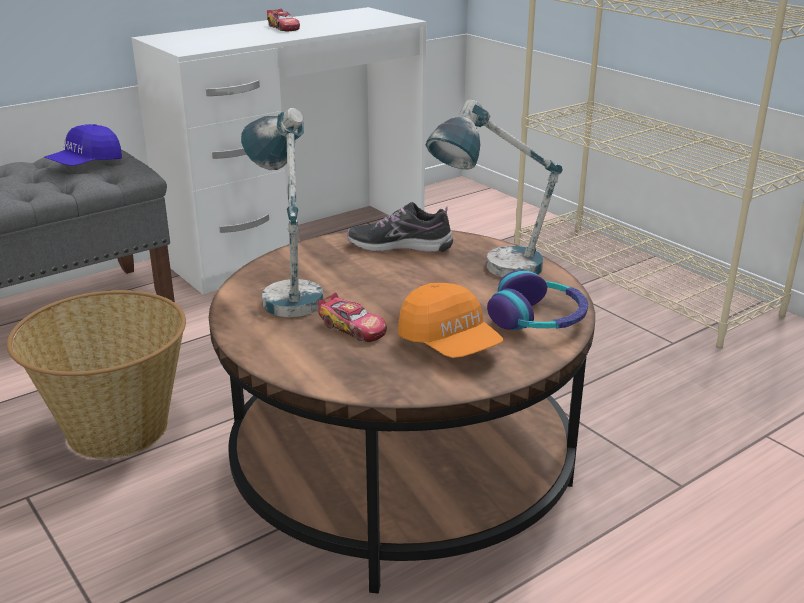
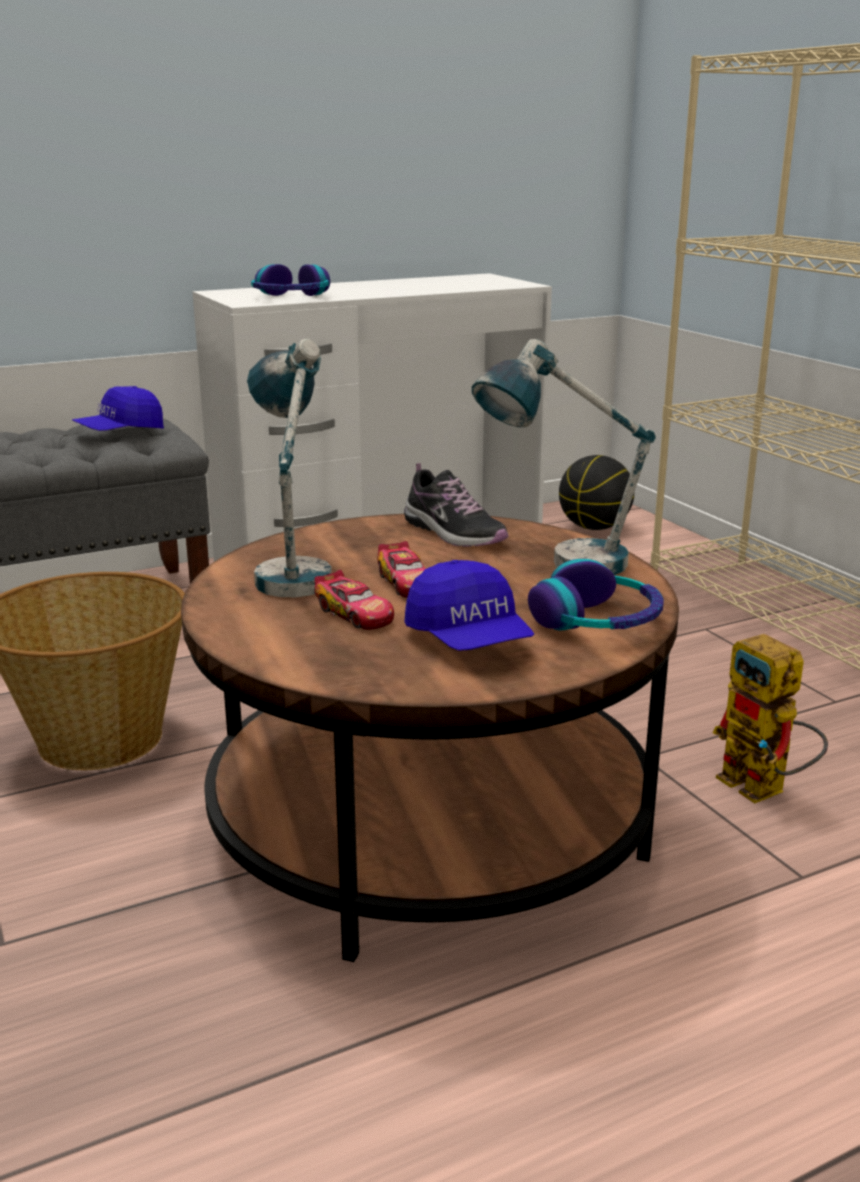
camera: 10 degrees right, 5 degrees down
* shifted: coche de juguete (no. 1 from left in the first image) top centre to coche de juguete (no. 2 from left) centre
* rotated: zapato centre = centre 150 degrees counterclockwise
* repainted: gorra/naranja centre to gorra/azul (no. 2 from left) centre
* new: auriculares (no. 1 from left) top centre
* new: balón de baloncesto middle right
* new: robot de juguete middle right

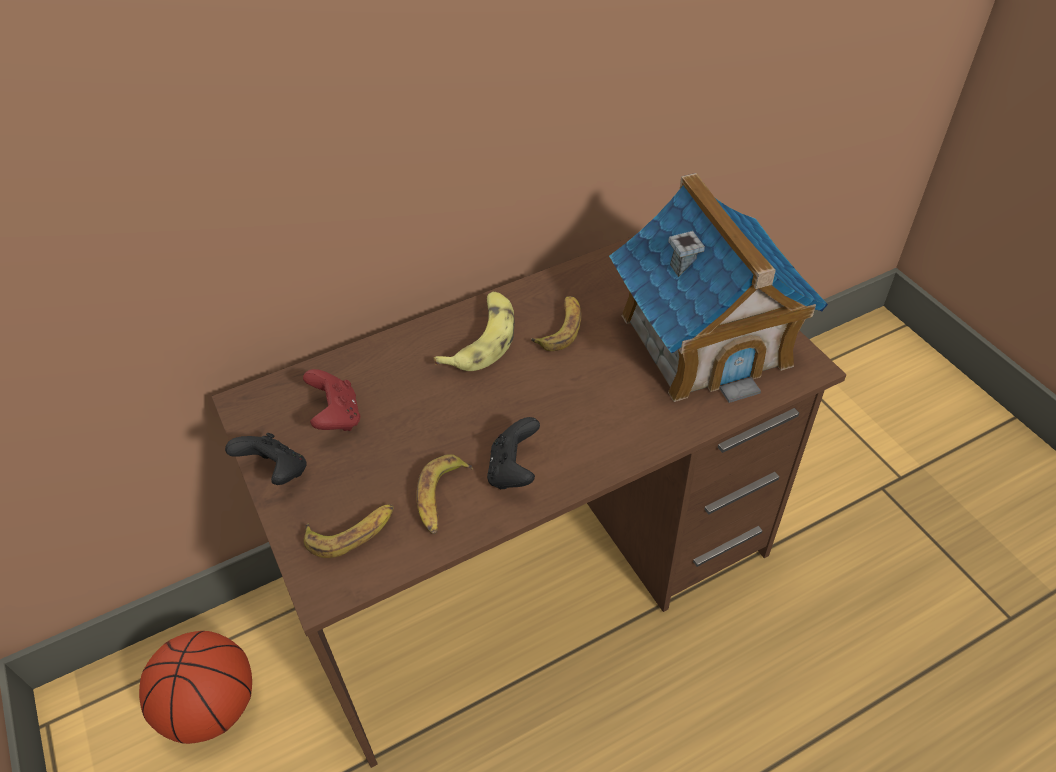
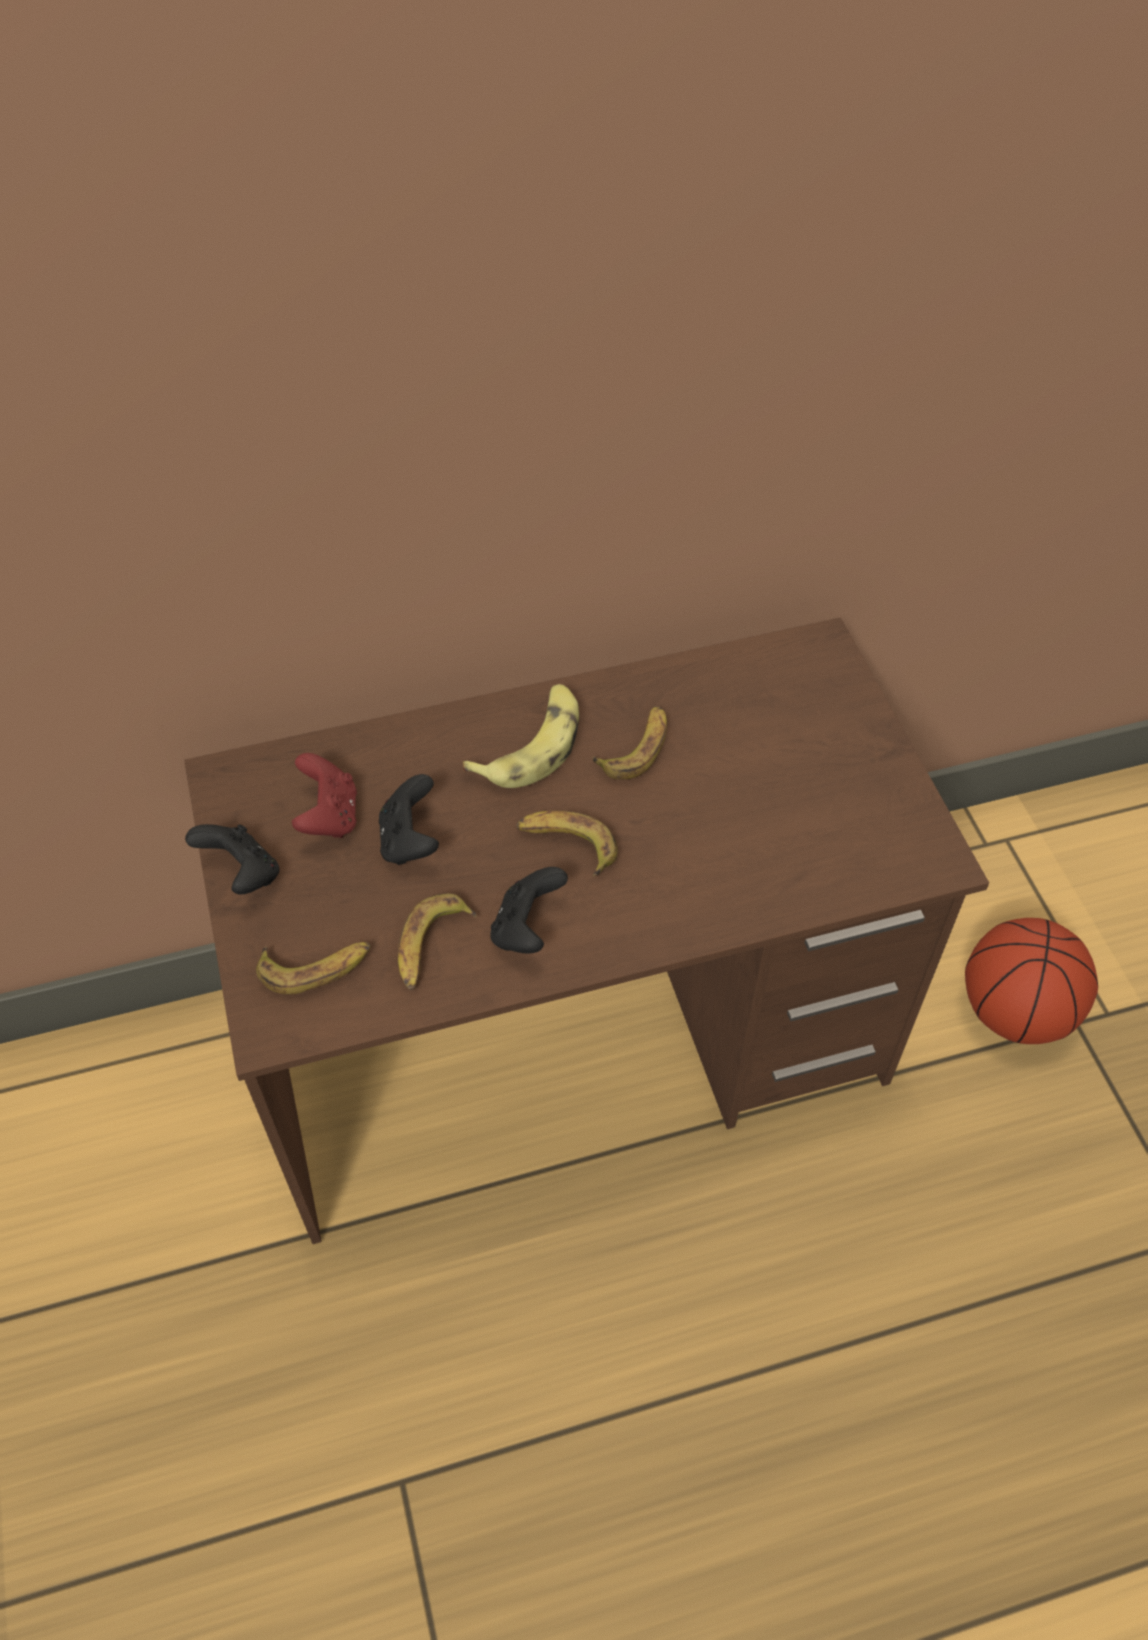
camera: 10 degrees right, 5 degrees up
* shifted: balón de baloncesto bottom left to middle right
* gone: casita middle right
* new: mando de consola/negro (no. 2 from left) centre
* new: plátano (no. 4 from left) centre

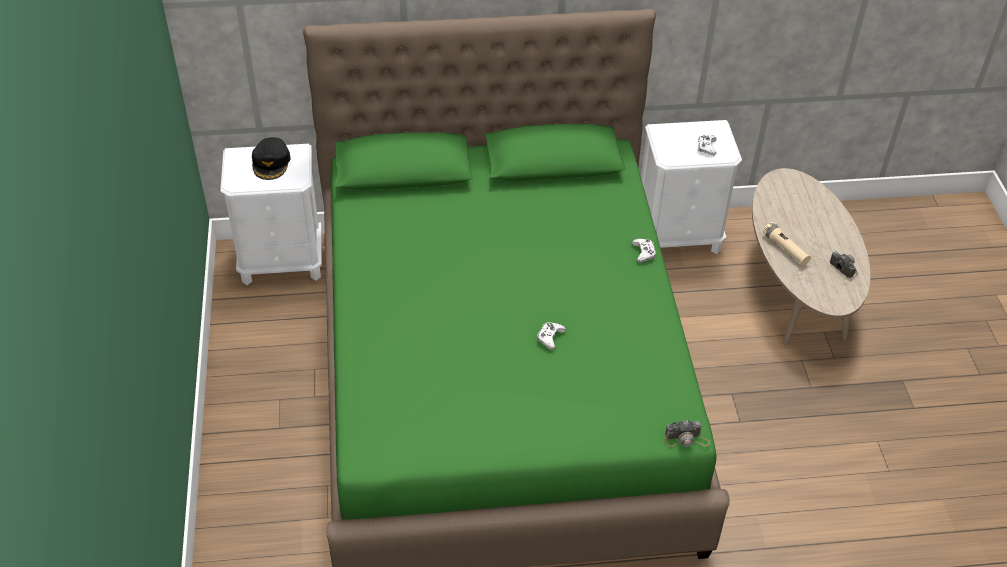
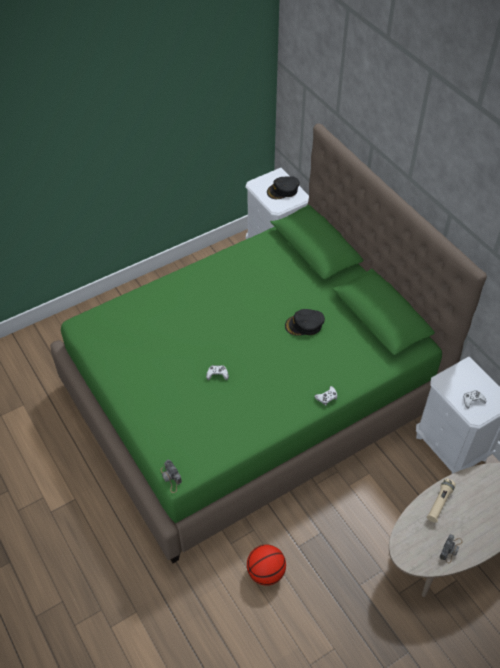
camera: 65 degrees right, 5 degrees up
* new: balón de baloncesto bottom centre
* new: gorra/negro (no. 2 from left) centre

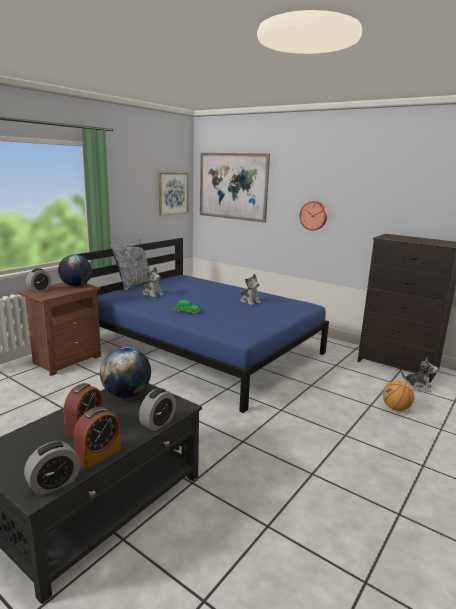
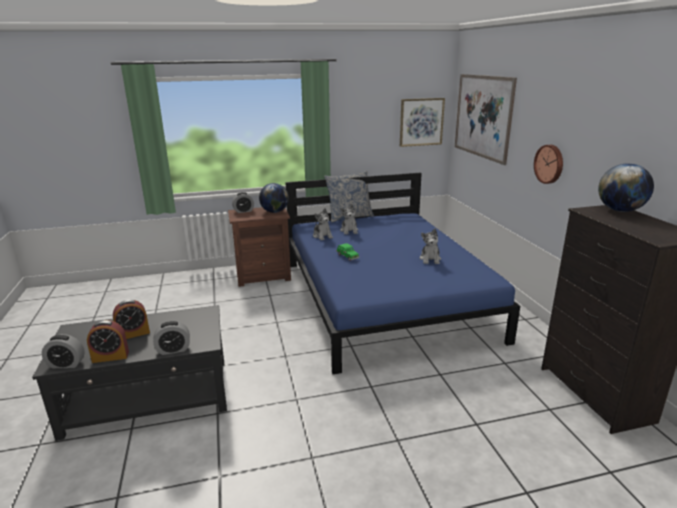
camera: 40 degrees right, 5 degrees up
* shifted: globo terráqueo (no. 2 from left) middle left to middle right
* gone: balón de baloncesto middle right
* shifted: peluche (no. 3 from left in the first image) middle right to peluche (no. 1 from left) centre

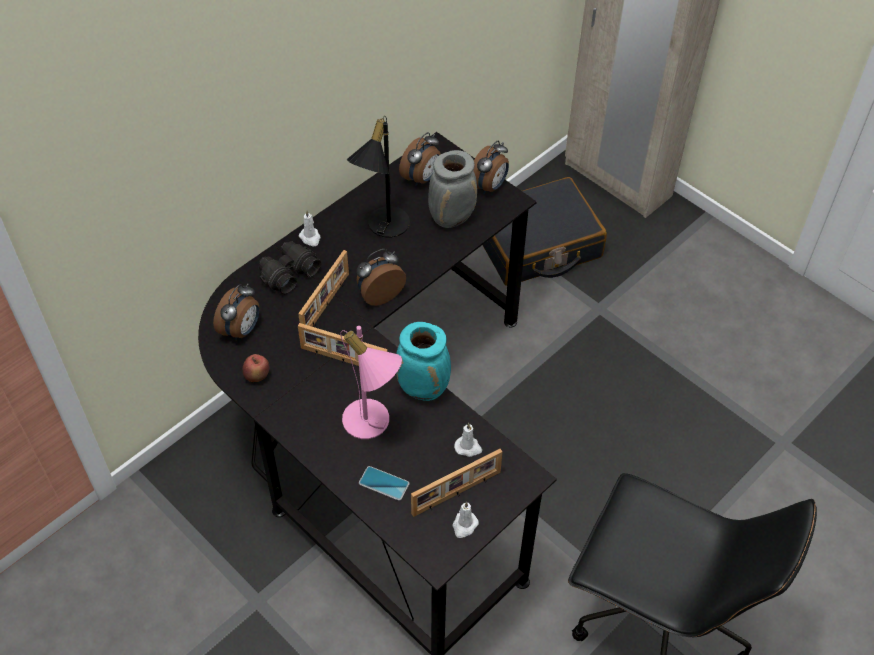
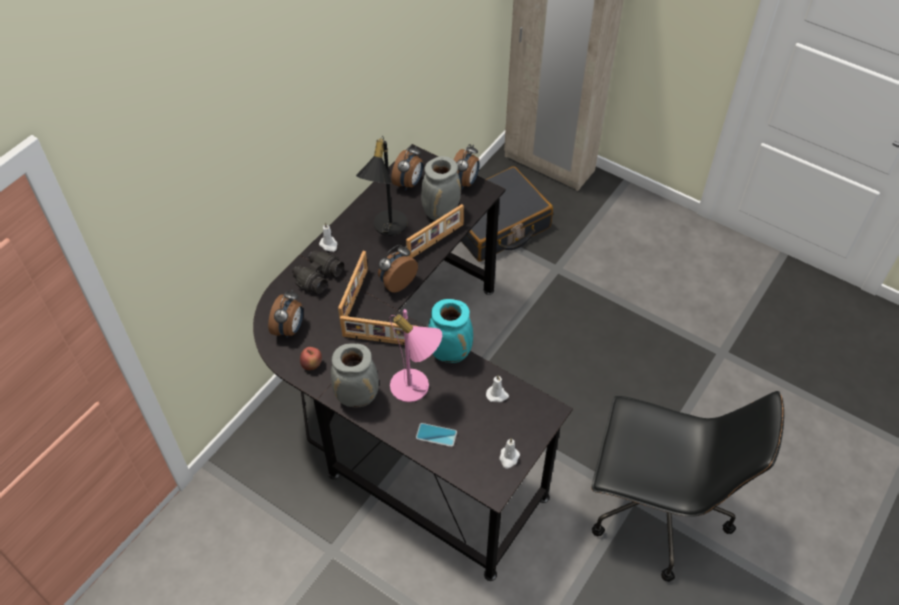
camera: 10 degrees left, 0 degrees up
* shifted: portarretratos (no. 3 from left) bottom centre to centre
* new: florero/gris (no. 1 from left) centre

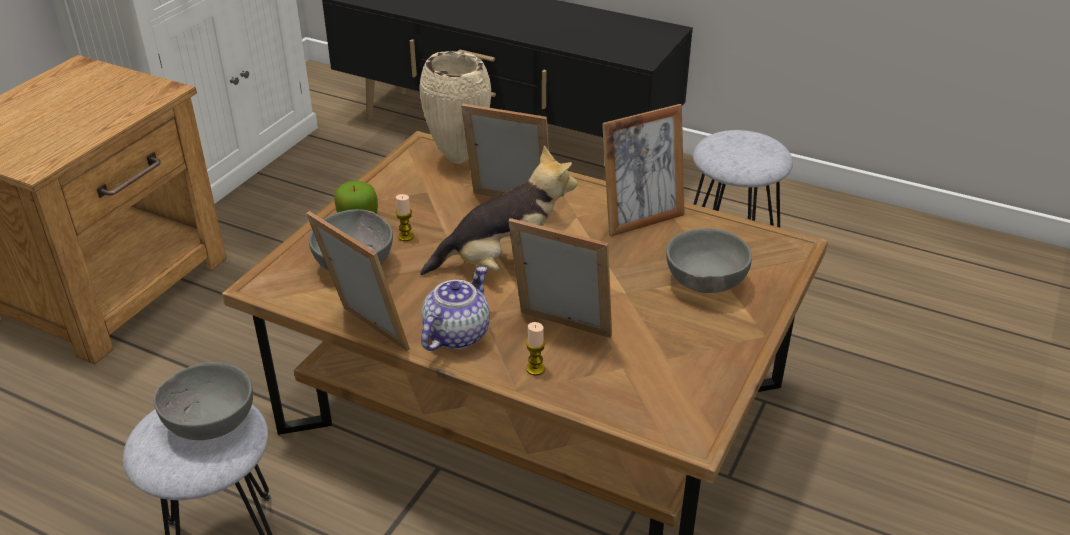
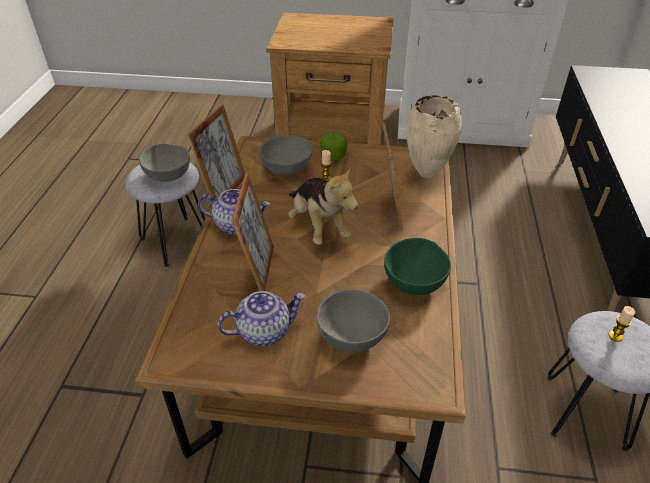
camera: 70 degrees right, 5 degrees up
* shifted: vela (no. 2 from left) centre to bottom right
* swapped: portarretratos (no. 4 from left) top centre to cuenco/verde centre
* new: tetera (no. 2 from left) centre

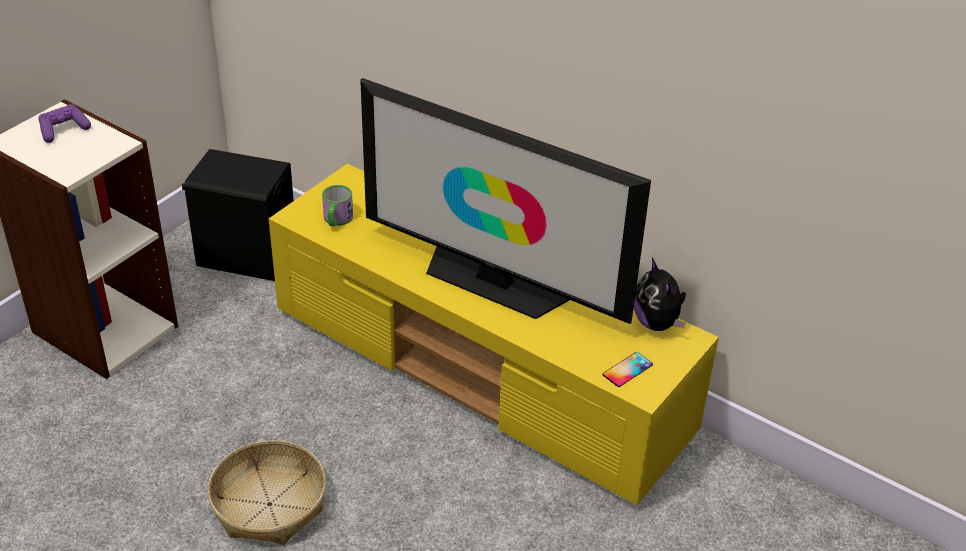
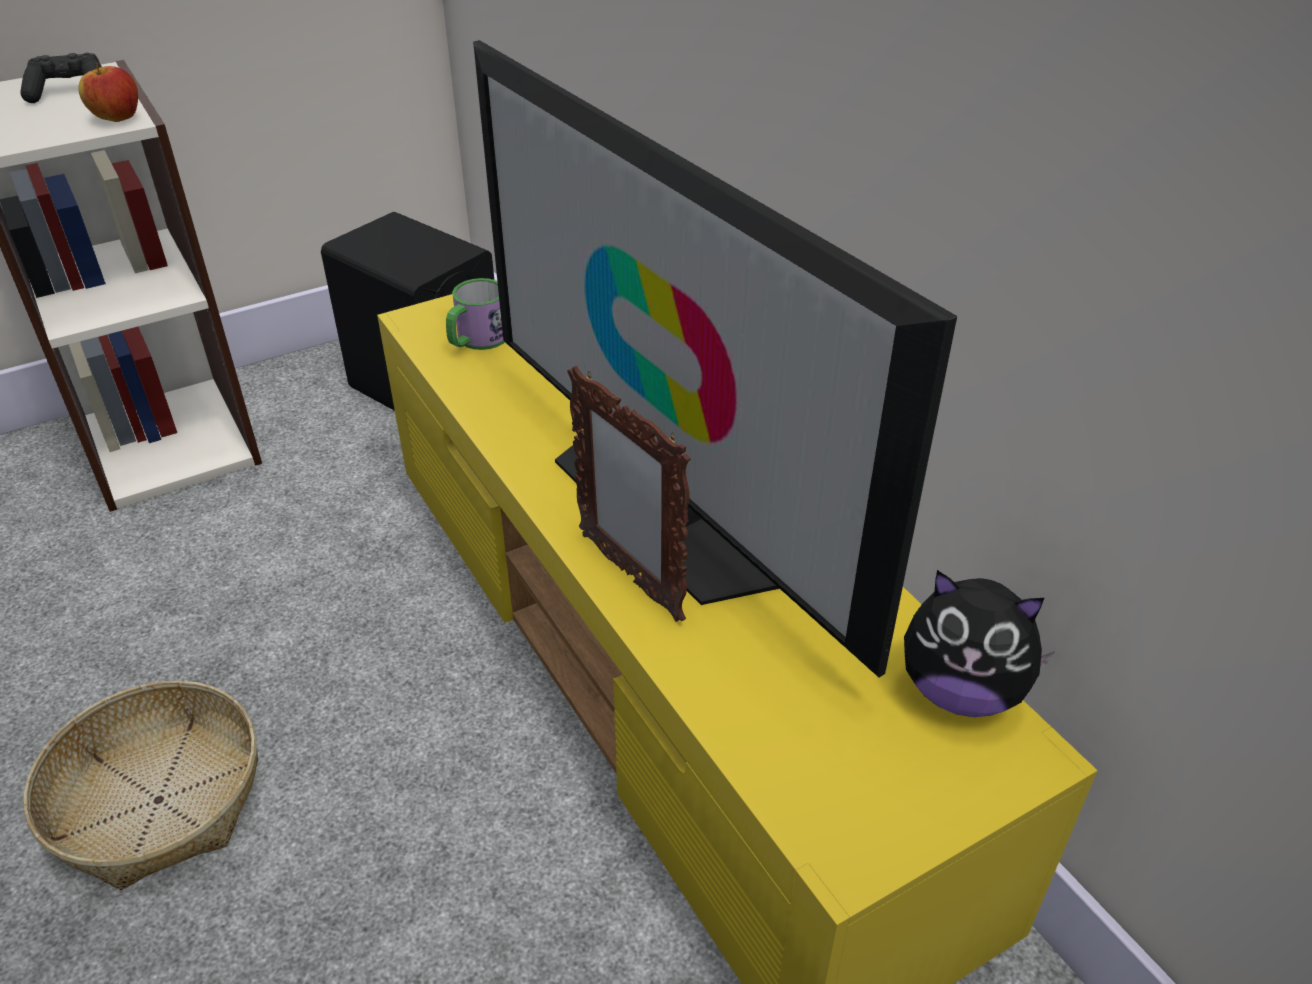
camera: 25 degrees right, 0 degrees up
* repainted: mando de consola/morado top left to mando de consola/negro top left
* gone: móvil bottom centre
* rotated: peluche middle right = middle right 75 degrees counterclockwise
* new: manzana top left
* new: portarretratos centre

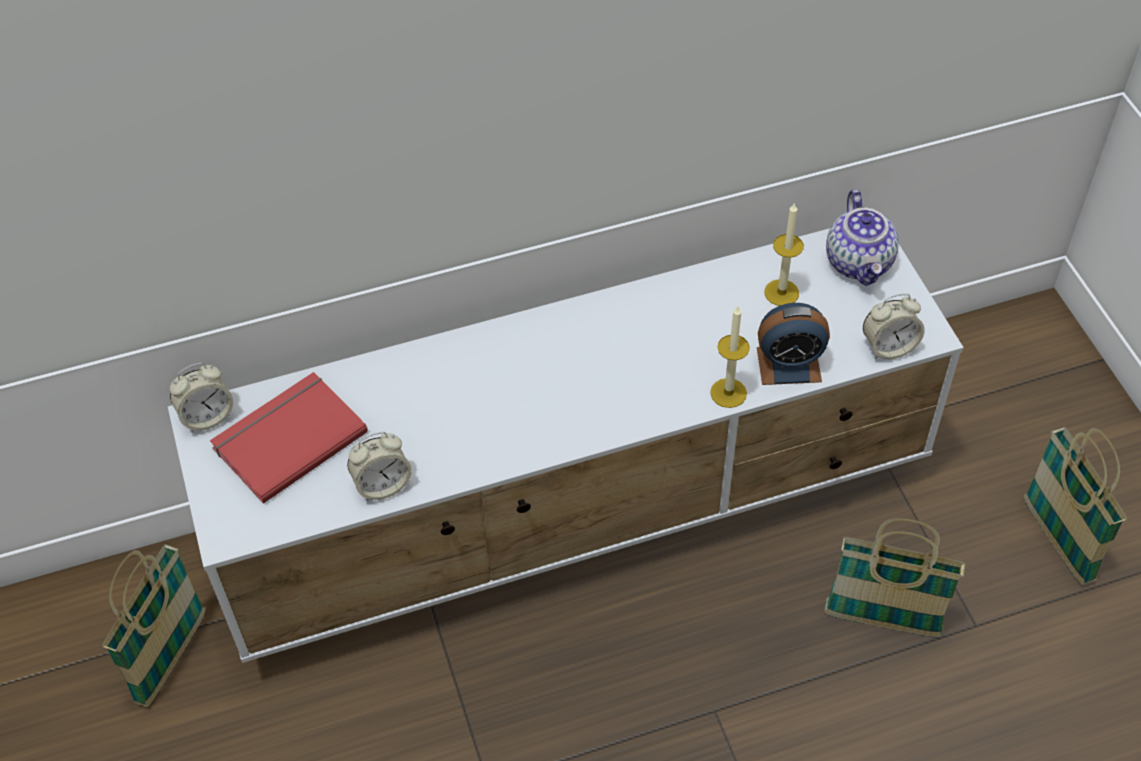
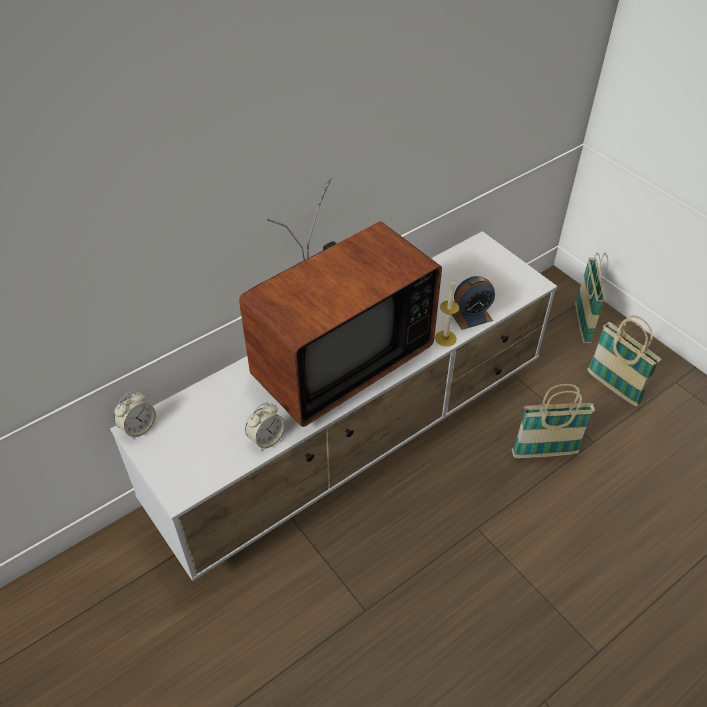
camera: 20 degrees left, 5 degrees down
* shifted: cesta (no. 1 from left in the first image) bottom left to cesta (no. 2 from left) middle right
* gone: libro/rojo middle left
* gone: vela (no. 2 from left) middle right
* gone: tetera top right
* gone: despertador (no. 4 from left) middle right
* new: televisor centre

